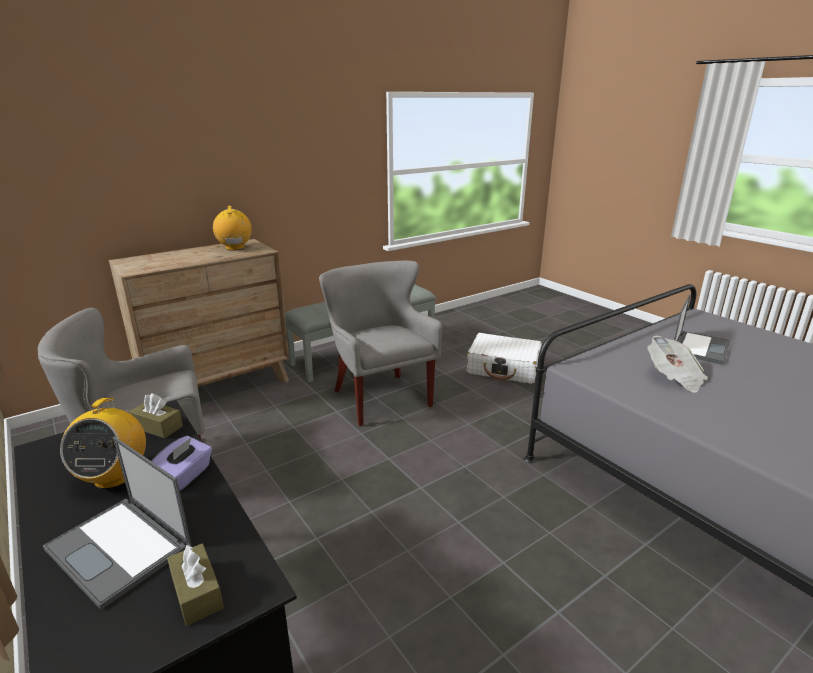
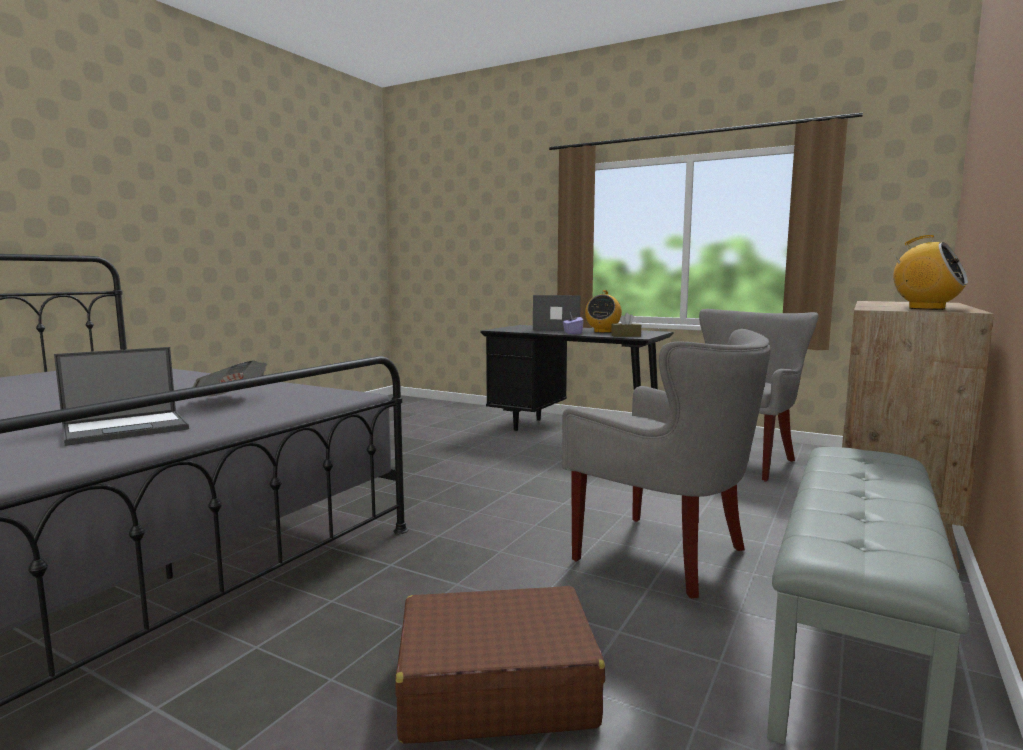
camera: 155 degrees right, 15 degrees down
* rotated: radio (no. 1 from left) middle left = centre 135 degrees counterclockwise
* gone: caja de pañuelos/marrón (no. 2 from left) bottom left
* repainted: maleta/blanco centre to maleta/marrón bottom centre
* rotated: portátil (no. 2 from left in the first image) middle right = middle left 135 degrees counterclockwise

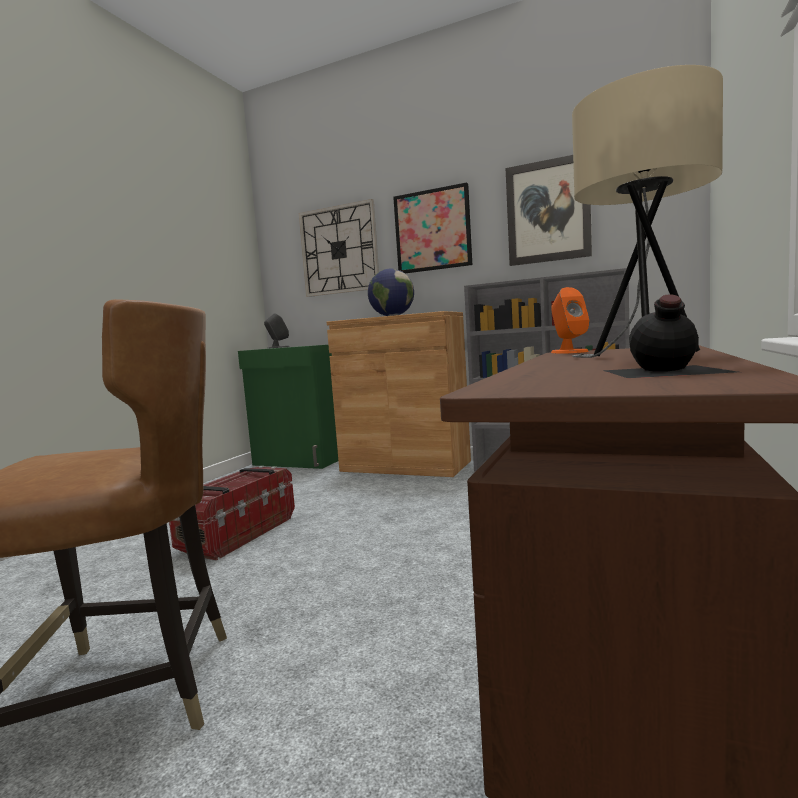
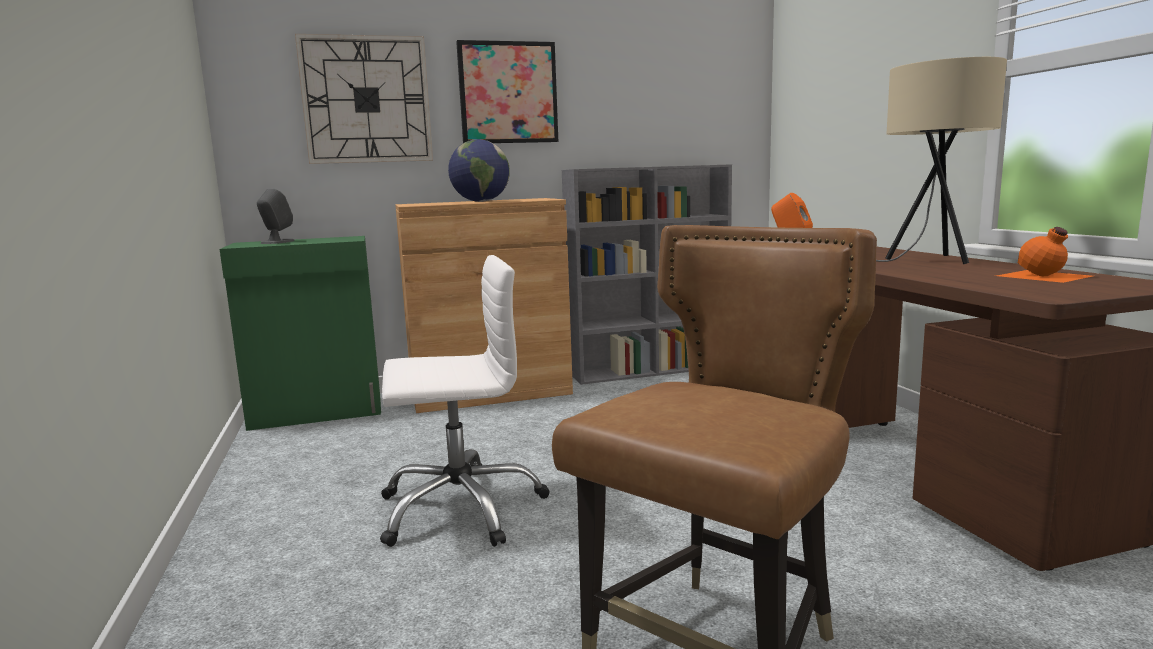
camera: 40 degrees left, 5 degrees up
* swapped: caja de almacenaje middle left to silla de oficina/blanco centre
* gone: cuadro (no. 2 from left) top right
* repainted: botella/negro middle right to botella/naranja middle right

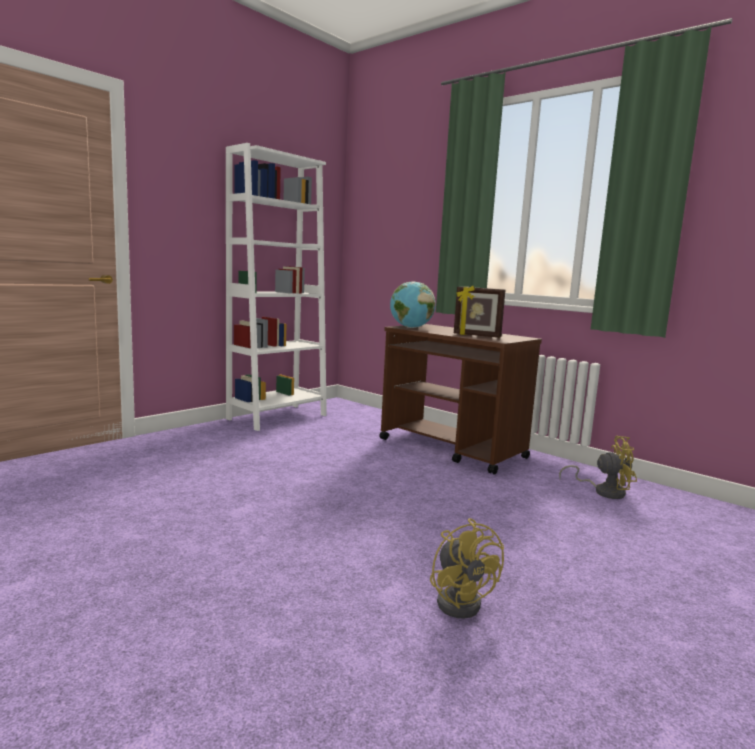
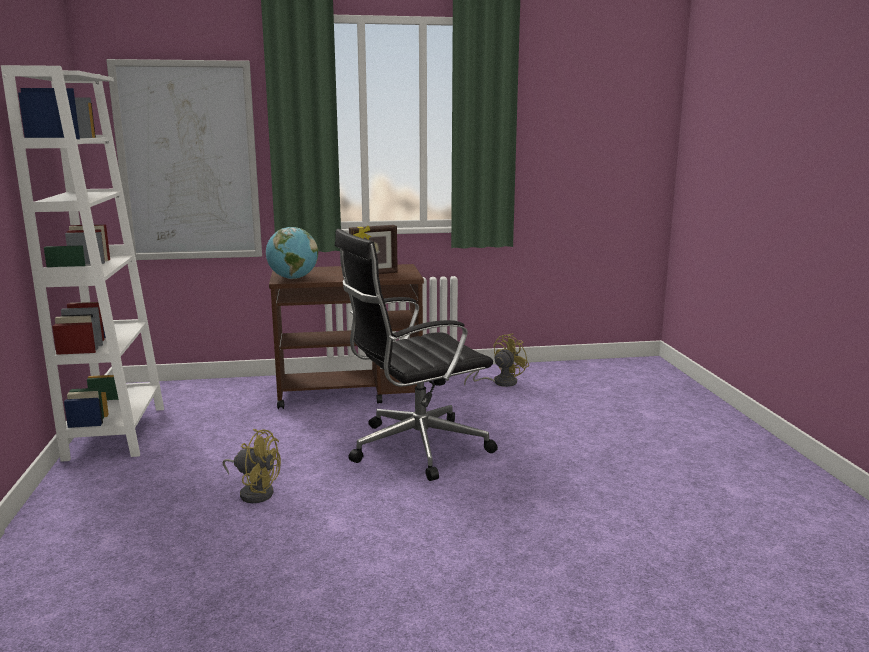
camera: 50 degrees left, 5 degrees up
* shifted: ventilador/amarillo (no. 1 from left) bottom centre to bottom left
* new: cuadro top left
* new: silla de oficina/negro centre

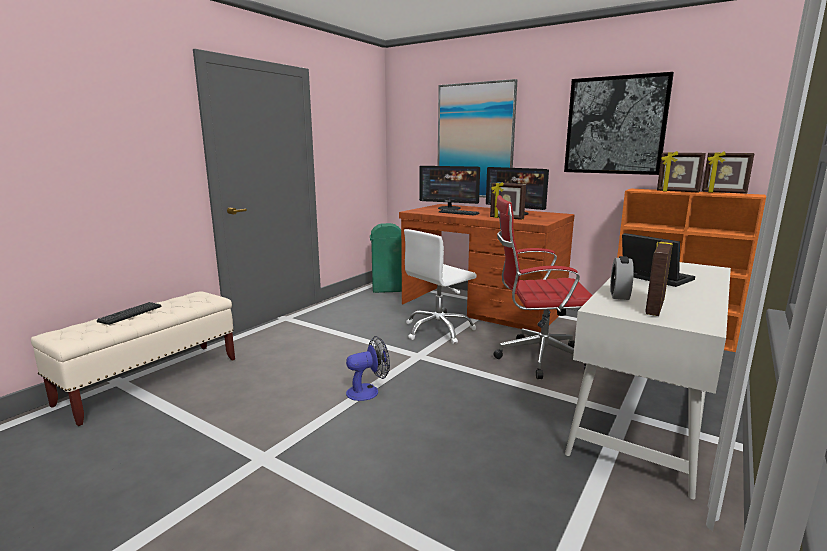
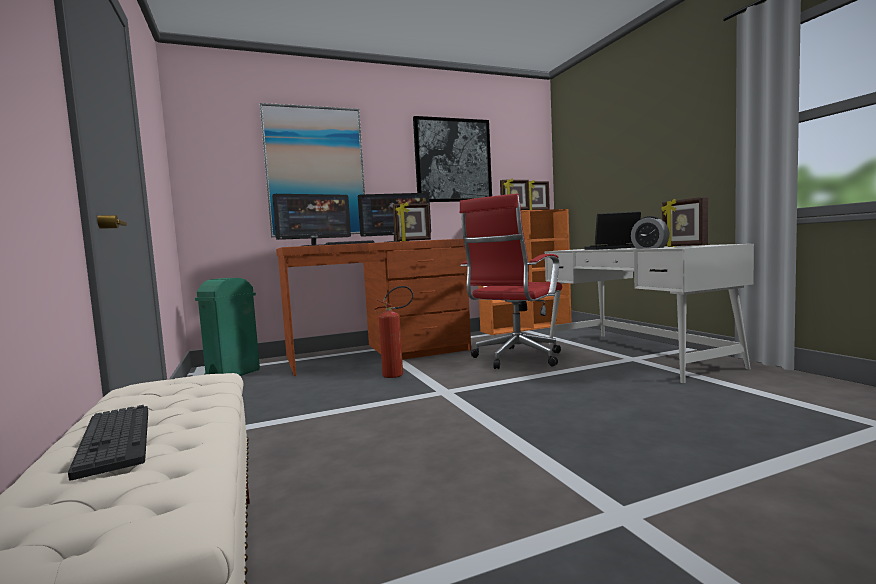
camera: 55 degrees left, 10 degrees down
* gone: ventilador bottom centre
* swapped: silla de oficina/blanco centre to extintor centre

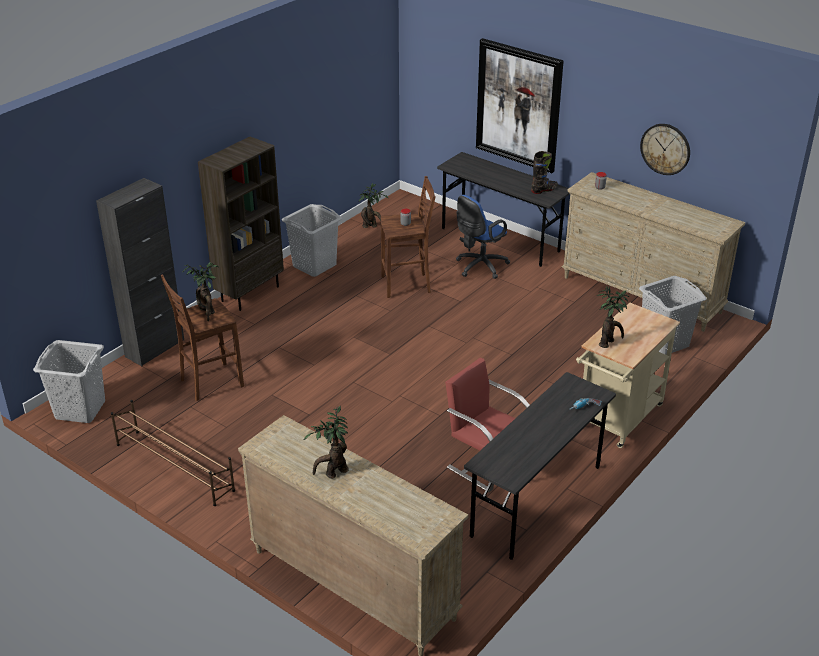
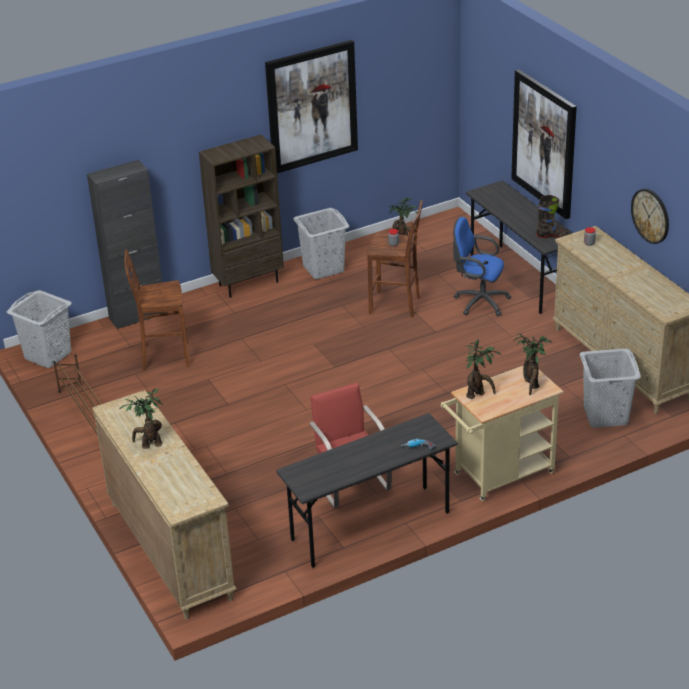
camera: 25 degrees right, 0 degrees up
* shifted: planta en maceta (no. 1 from left in the first image) middle left to planta en maceta (no. 4 from left) middle right
* rotated: silla de oficina/azul centre = middle right 45 degrees clockwise
* new: cuadro (no. 1 from left) top centre

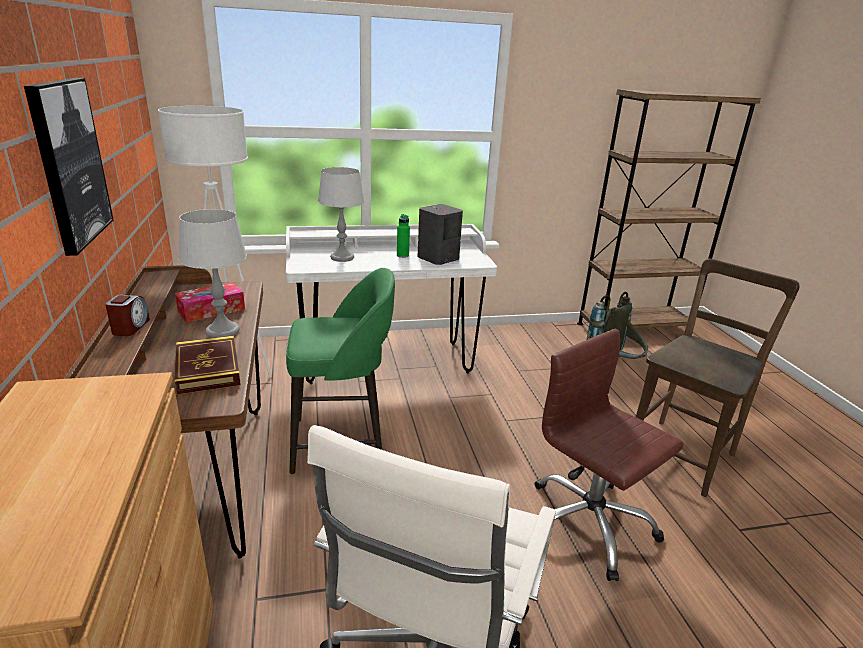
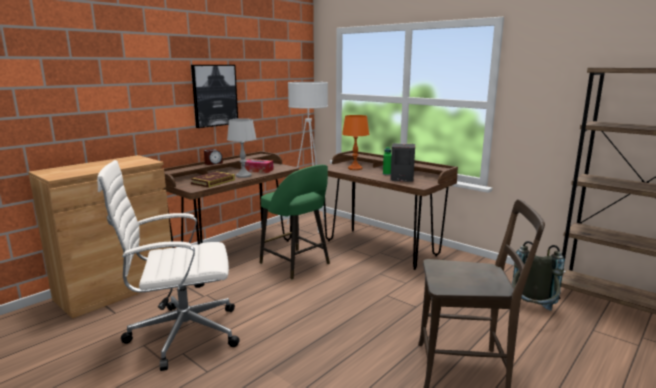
camera: 55 degrees right, 10 degrees down
* repainted: escritorio/blanco centre to escritorio/marrón (no. 2 from left) centre
* repainted: lámpara de mesa/gris (no. 2 from left) top centre to lámpara de mesa/naranja centre
* gone: silla de oficina/marrón bottom right

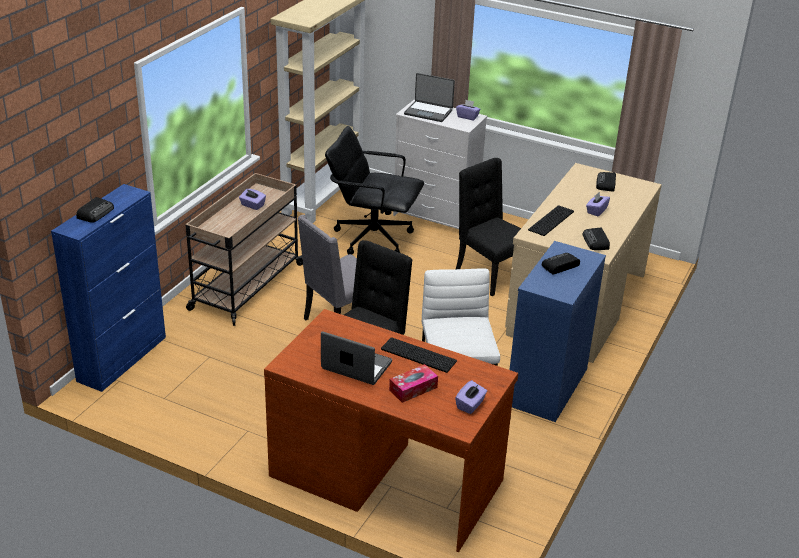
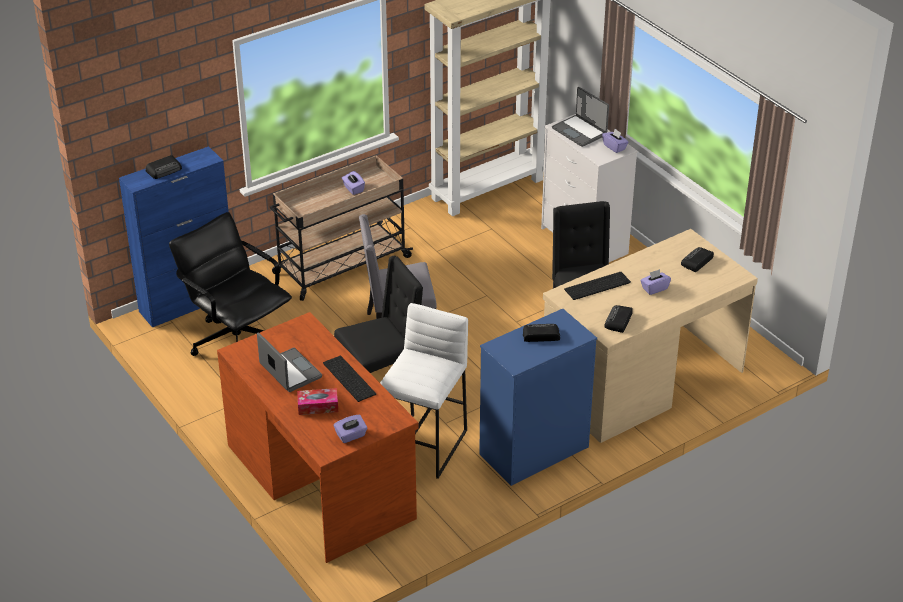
camera: 30 degrees right, 5 degrees up
* shifted: silla de oficina/negro centre to middle left

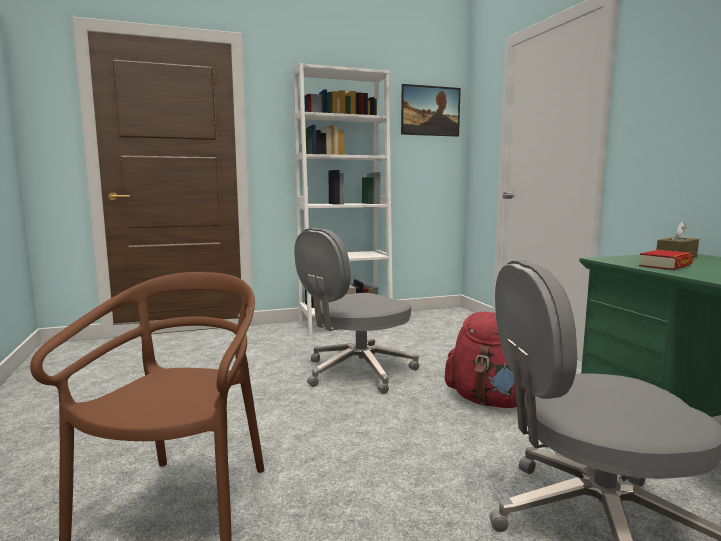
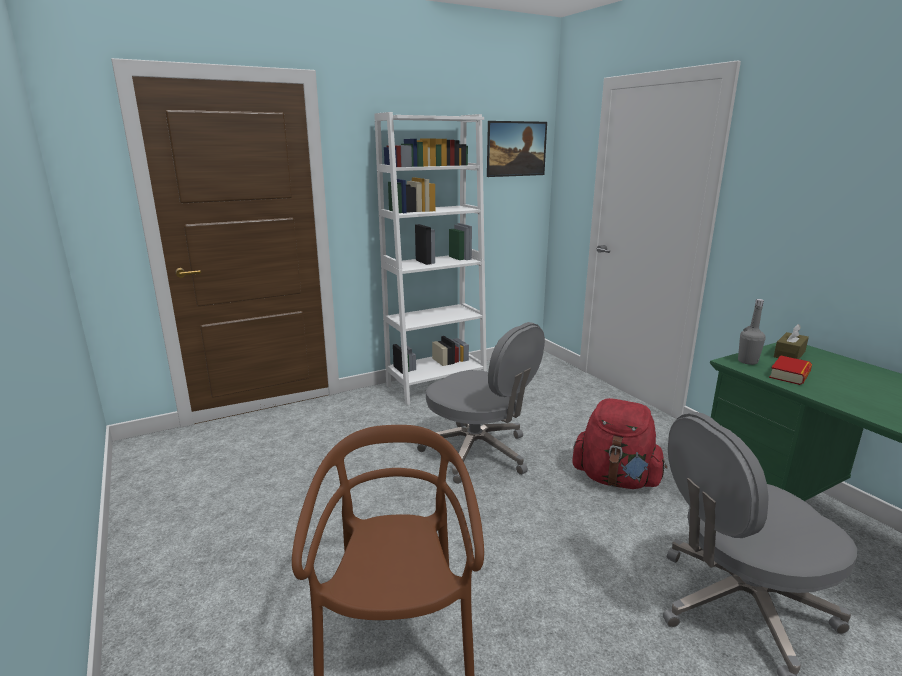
camera: 10 degrees left, 10 degrees up
* rotated: silla de oficina/gris (no. 1 from left) centre = centre 90 degrees counterclockwise
* new: botella/gris middle right

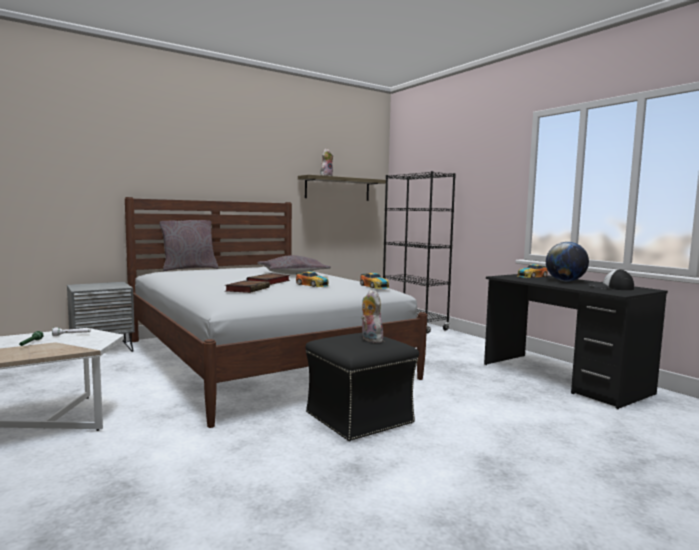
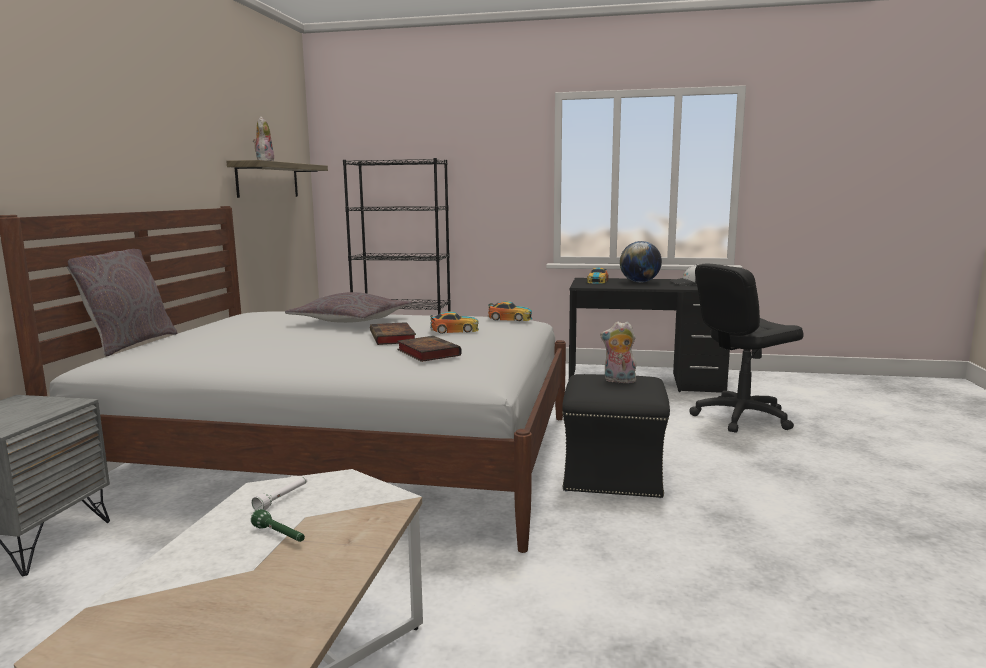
camera: 45 degrees left, 5 degrees up
* new: silla de oficina/negro middle right

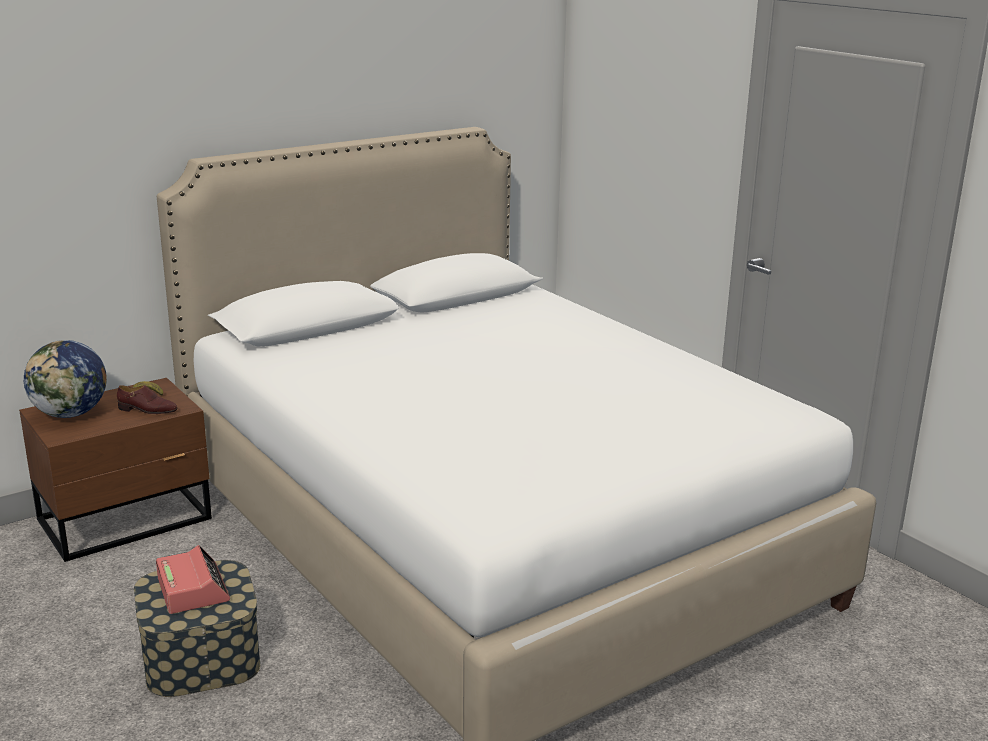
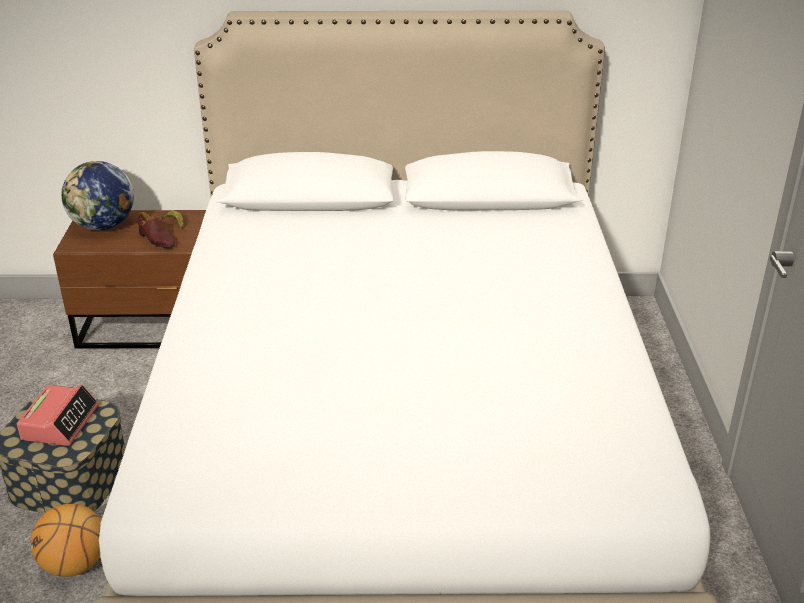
camera: 35 degrees right, 10 degrees up
* new: balón de baloncesto bottom left

